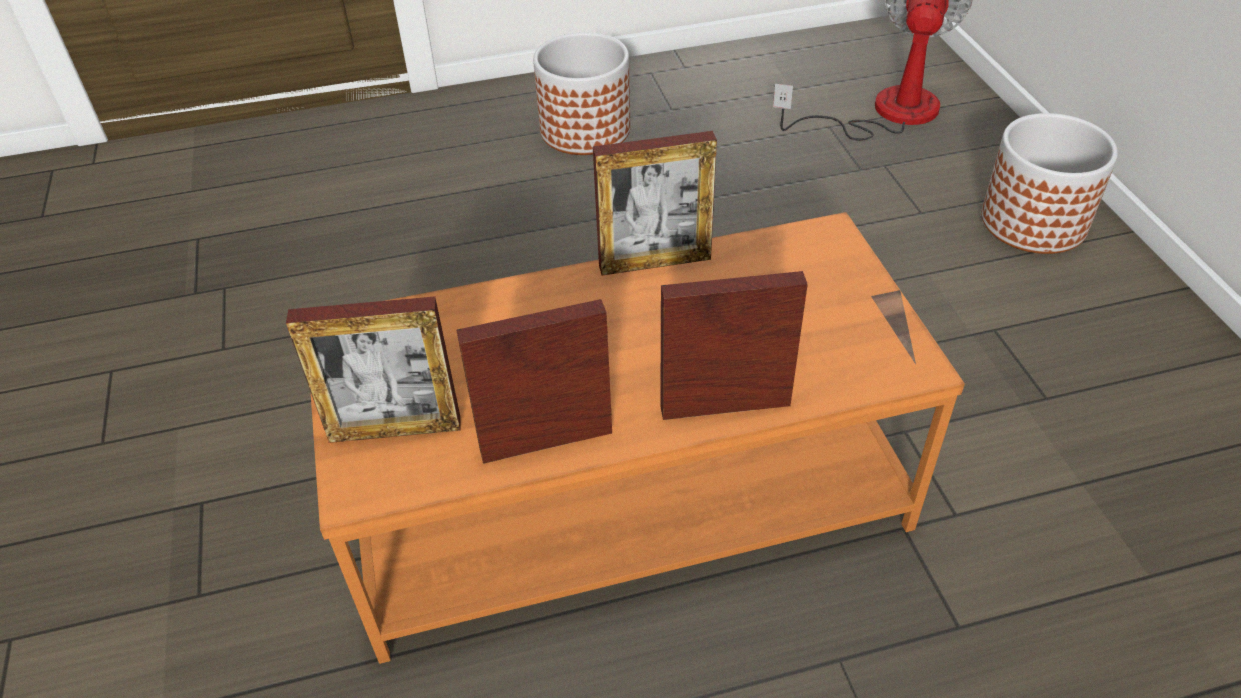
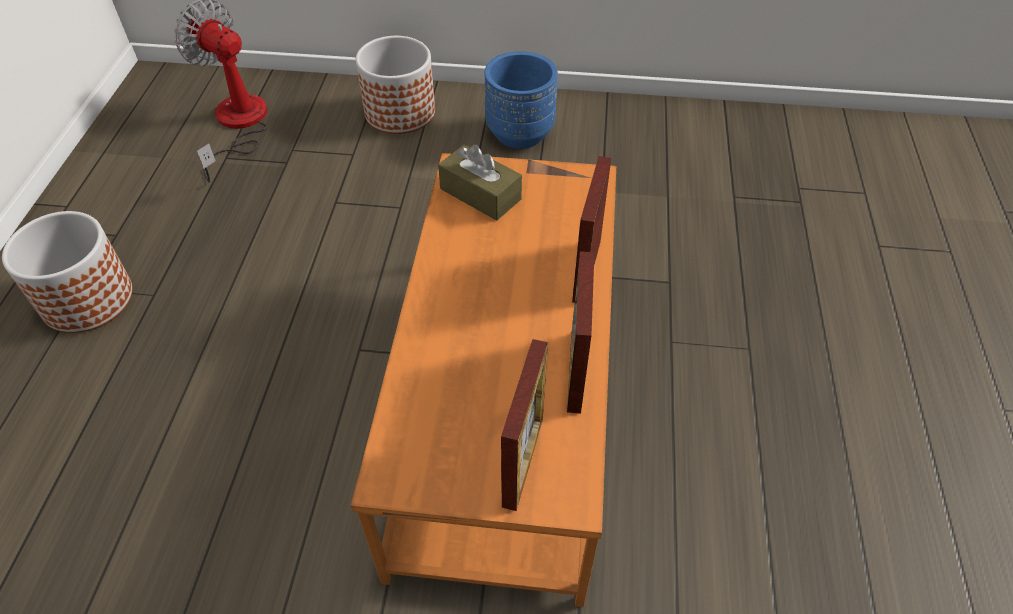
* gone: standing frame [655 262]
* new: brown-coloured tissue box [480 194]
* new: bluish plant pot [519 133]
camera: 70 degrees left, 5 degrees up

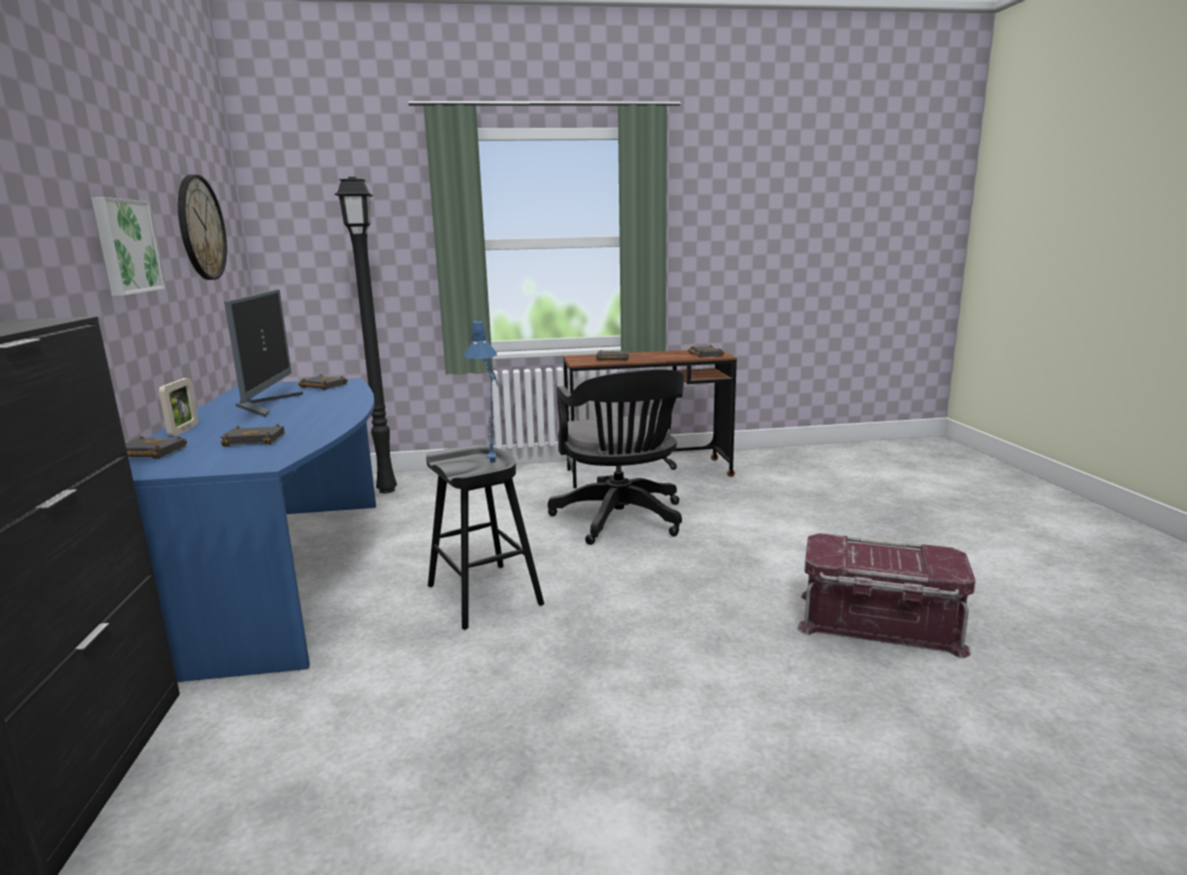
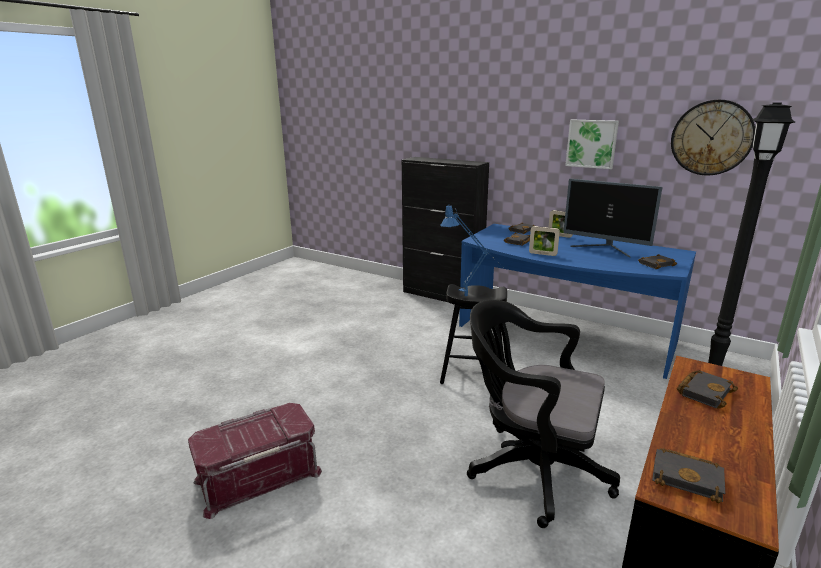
* new: standing frame [542 254]
camera: 130 degrees right, 5 degrees up

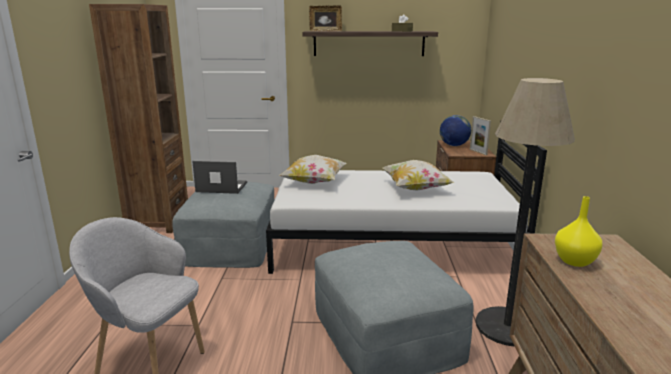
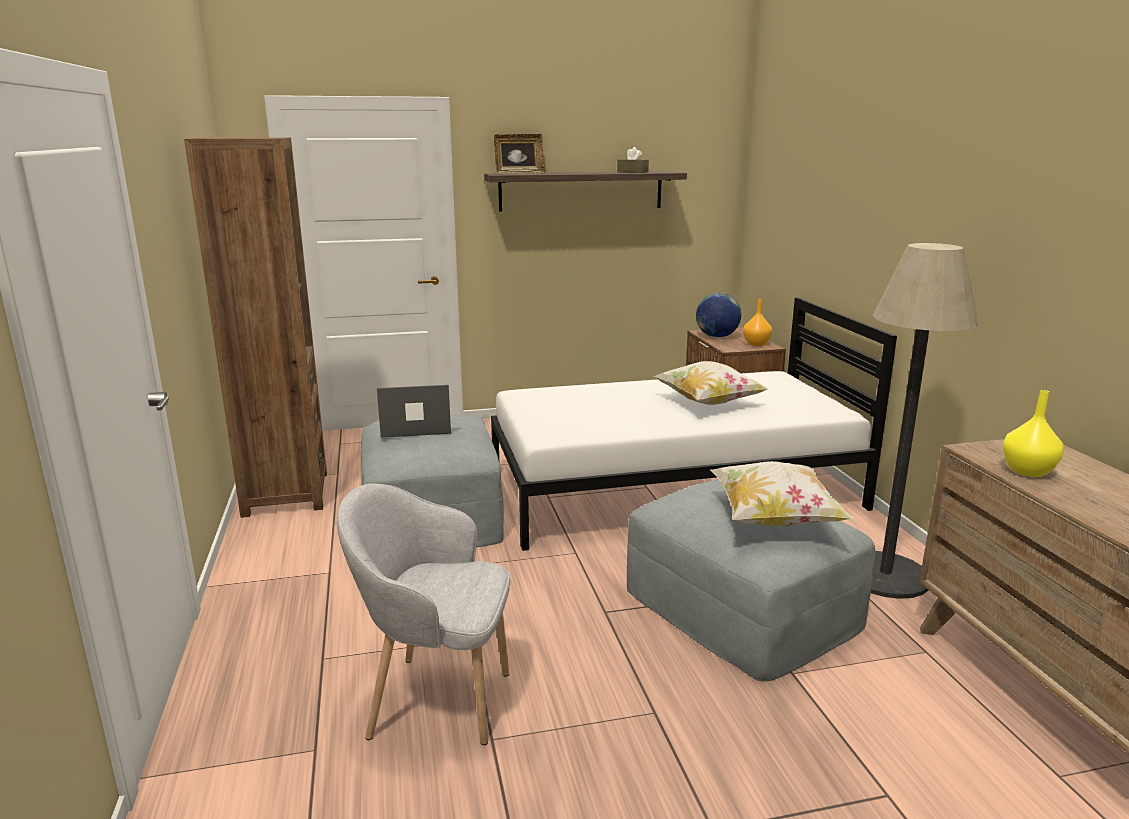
* shifted: throw pillow [314 182] to [774 519]
* swapped: standing frame [478 152] to orange decorative vase [757 344]
camera: 15 degrees left, 0 degrees up

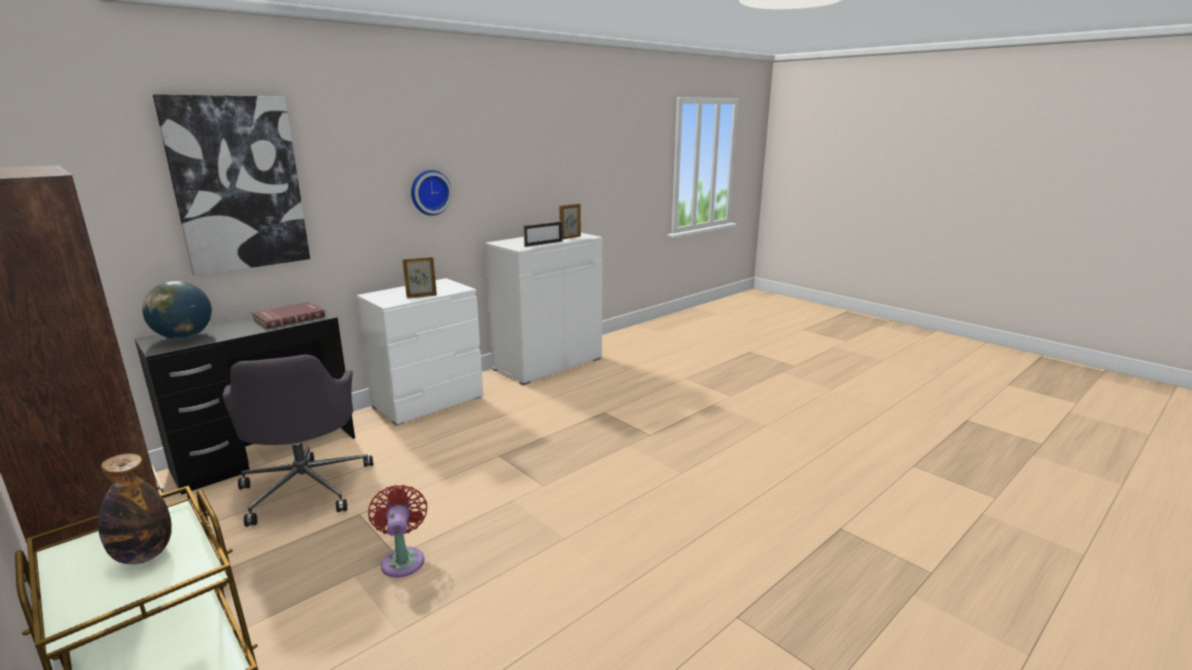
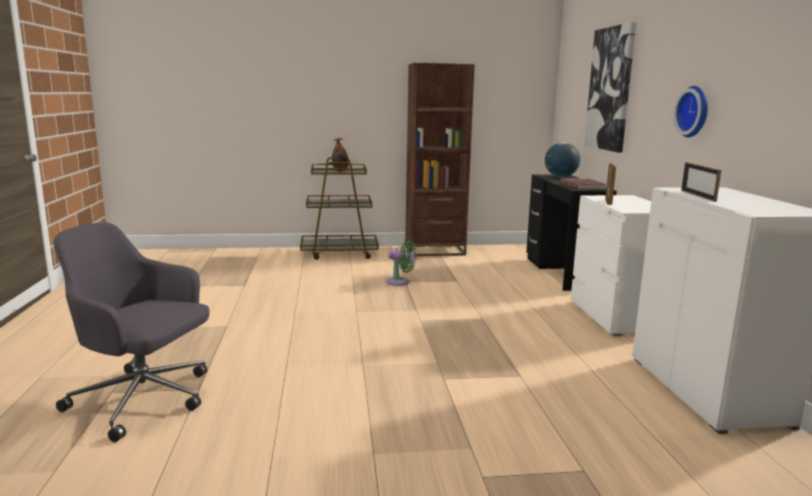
* gone: standing frame [570 237]
* shifted: gray computer chair [306 487] to [144 400]
* repainted: red-coloured electric fan [403 559] to greenish electric fan [400 282]
camera: 125 degrees right, 5 degrees down

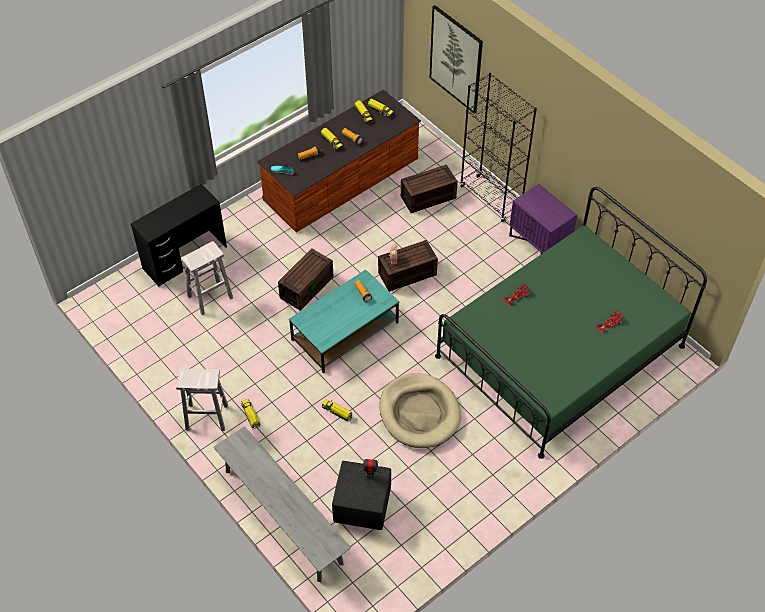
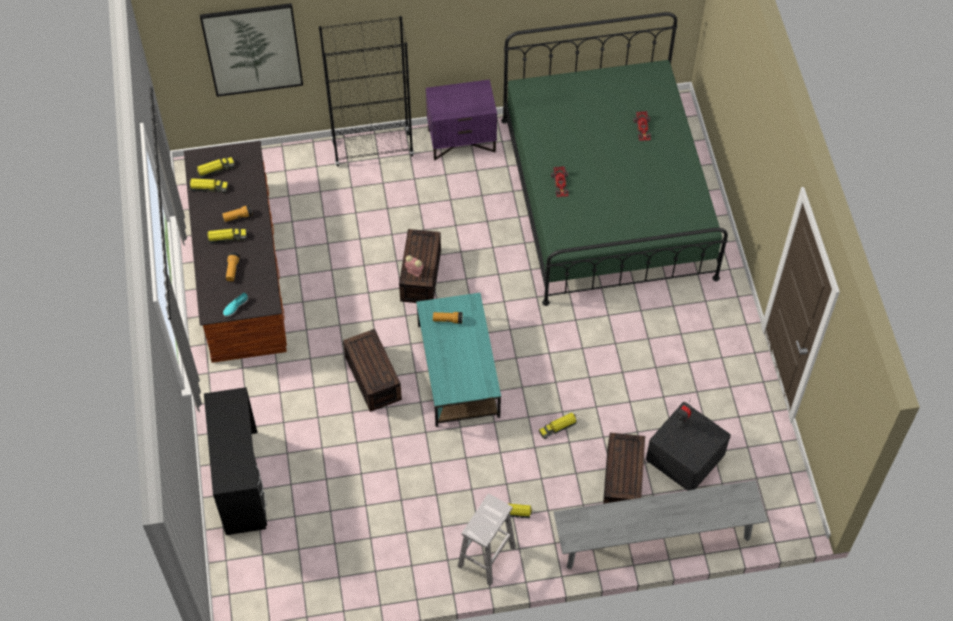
* gone: white-coloured stool [209 298]
* gone: sand-coloured dog cushion [419 413]
* shifted: brown-coloured storage bin [428 198] to [623 482]
camera: 60 degrees left, 5 degrees up

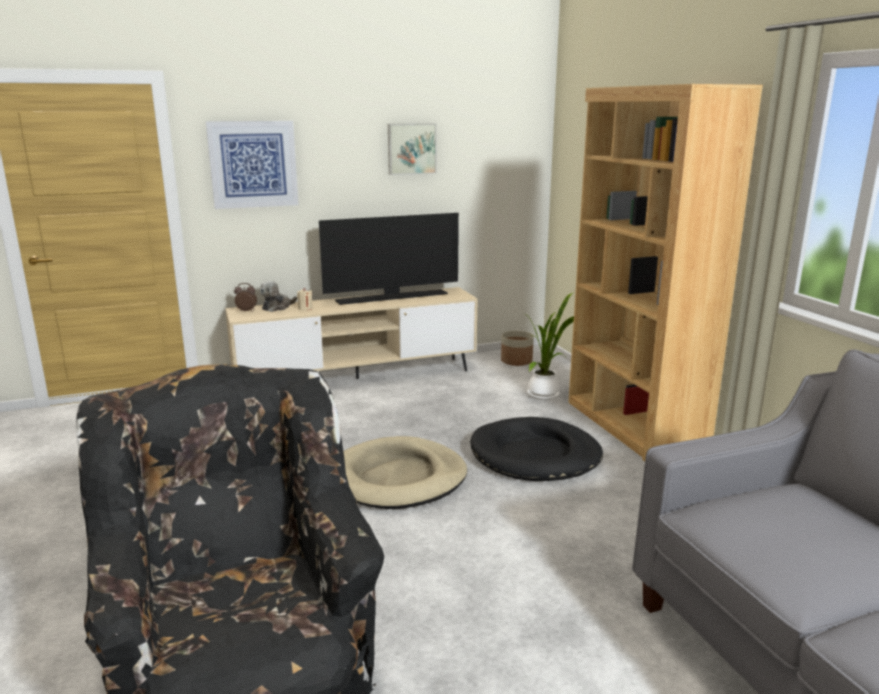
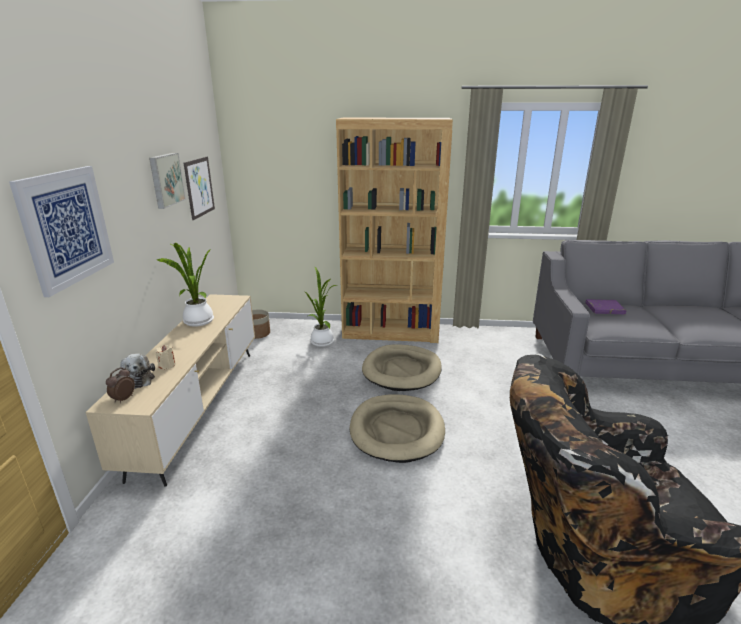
* new: wall art [199 187]
* new: purple-coloured bound book [604 309]
* swapped: television [392 297] to houseplant [197 322]
* repainted: black dog cushion [535 455] to sand-coloured dog cushion [402 370]
camera: 65 degrees left, 5 degrees up

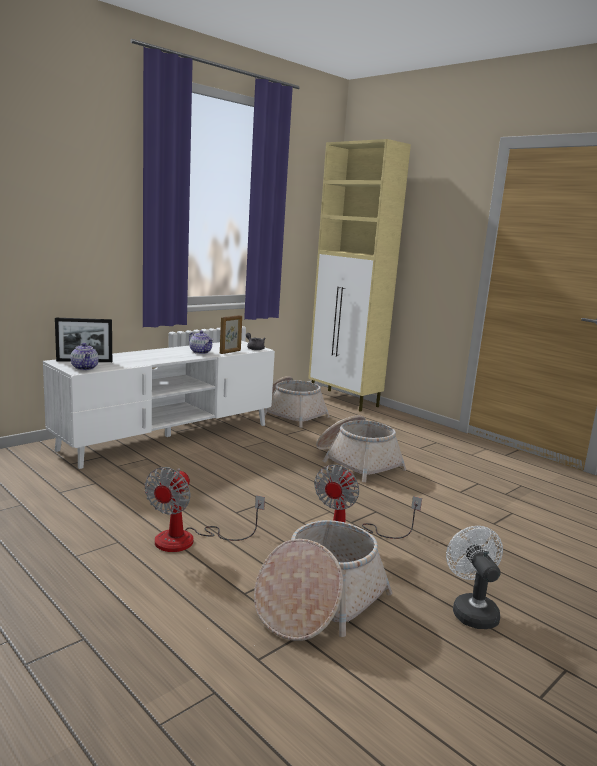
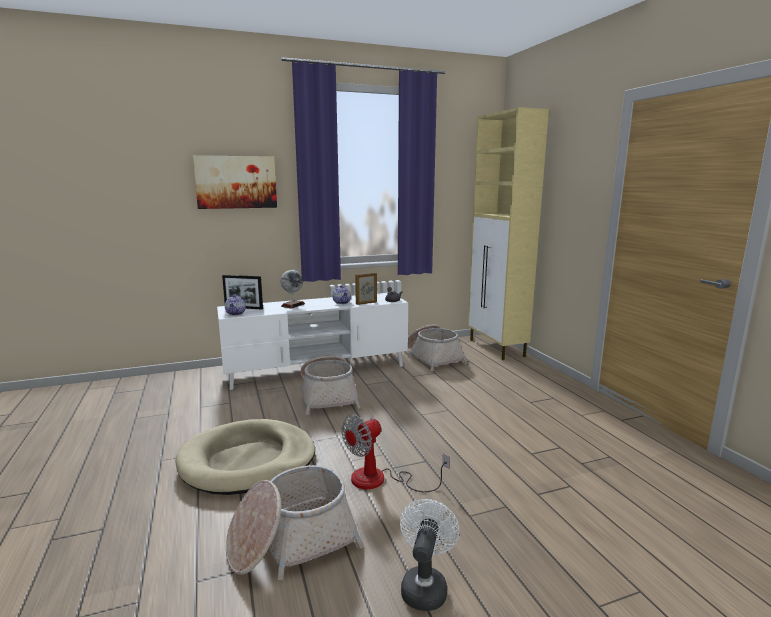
* new: wall art [236 182]
* new: world globe [293 305]
* shifted: basket [356 462] to [328 396]
* swapped: electric fan [189 540] to sand-coloured dog cushion [248 461]
camera: 25 degrees right, 0 degrees up

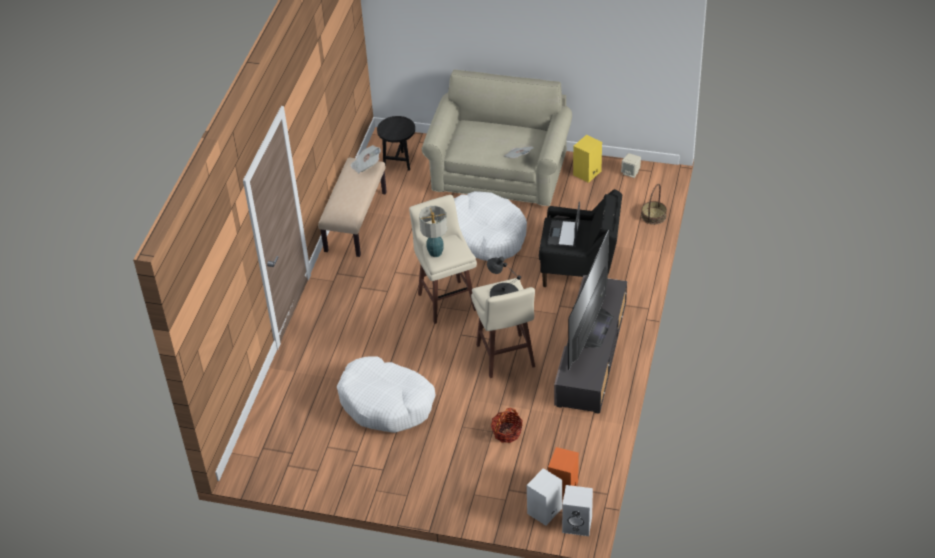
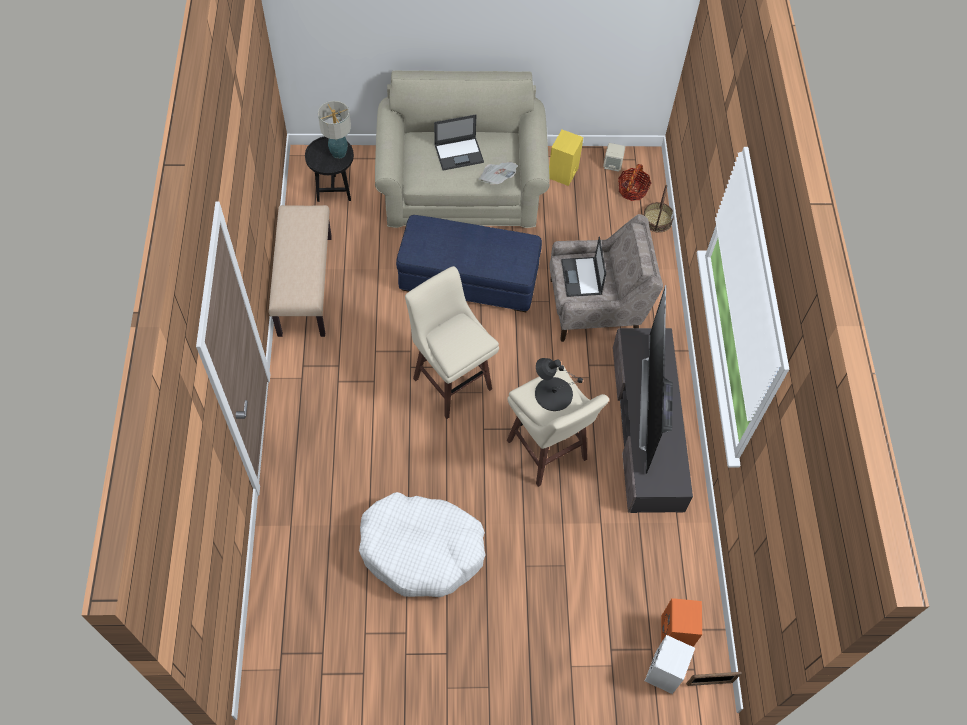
* gone: daily paper [366 165]
* new: notebook computer [459 153]
* shifted: lamp for a table [435 252] to [339 152]
* shifted: basket [507 432] to [632 190]
* swapped: white-coloured dog cushion [484 235] to bluish footrest [469 279]
* swapped: white-coloured speaker [578 524] to standing frame [709 683]
* repainted: black armchair [580 268] to sand-coloured armchair [596 307]
camera: 20 degrees left, 15 degrees up

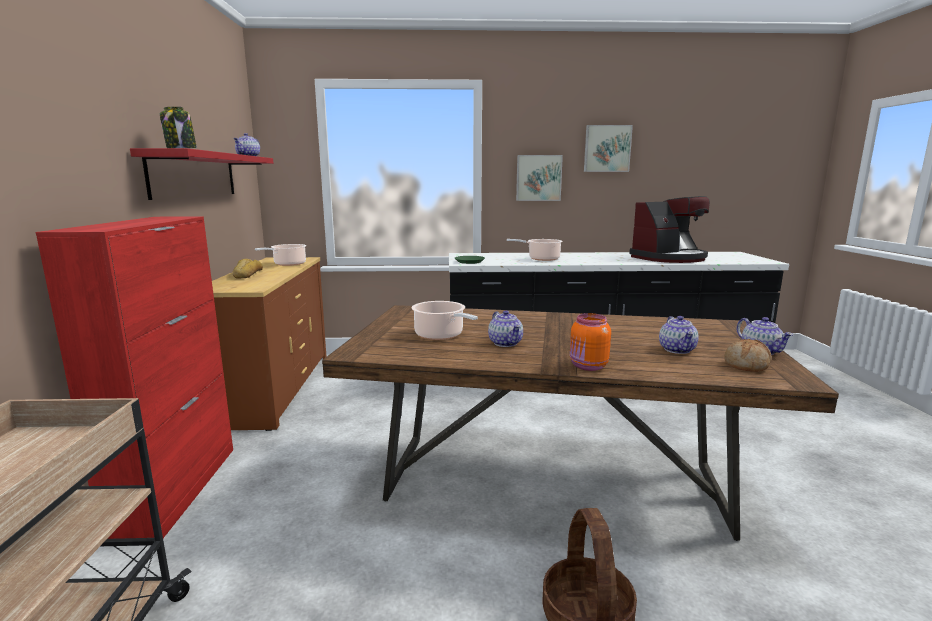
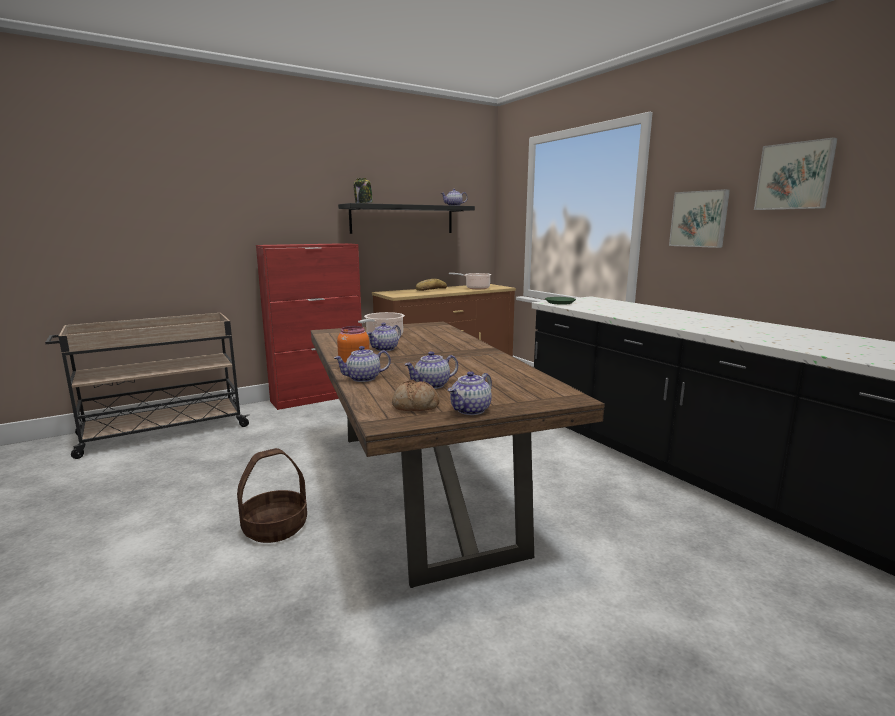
* gone: stockpot [541 259]
* gone: coffee machine [669 258]
* new: tea pot [363 379]
* repainted: red-coloured bracket shelf [194 175] to black bracket shelf [402 219]
camera: 60 degrees right, 0 degrees up

